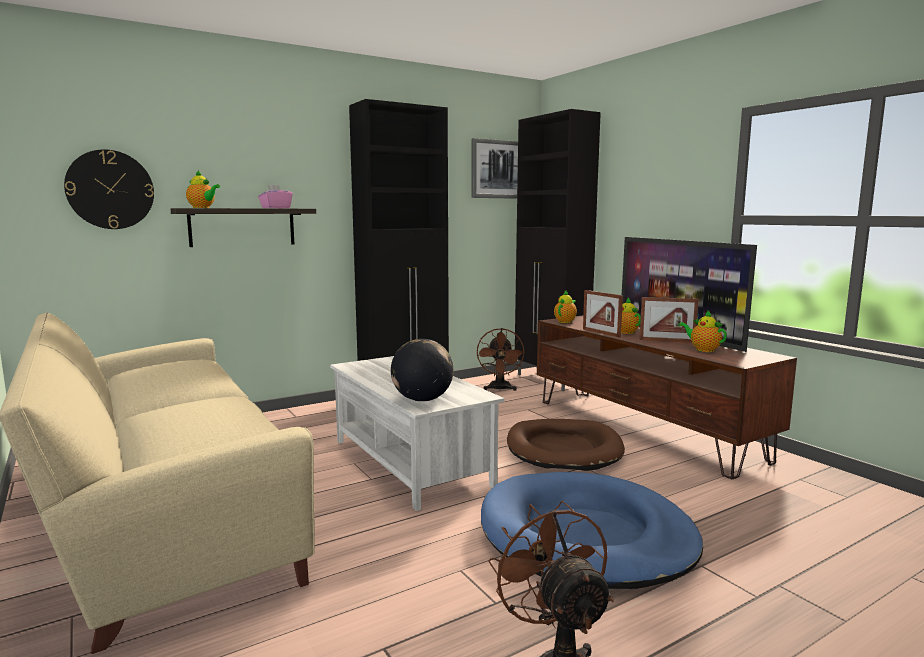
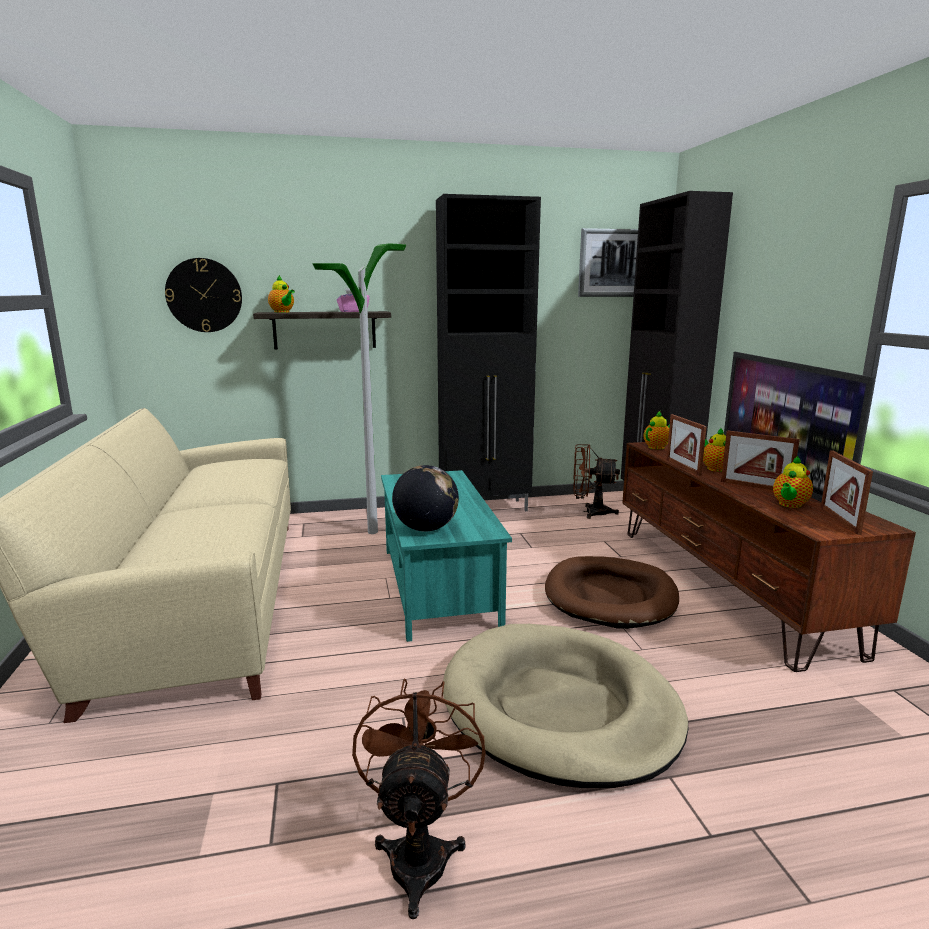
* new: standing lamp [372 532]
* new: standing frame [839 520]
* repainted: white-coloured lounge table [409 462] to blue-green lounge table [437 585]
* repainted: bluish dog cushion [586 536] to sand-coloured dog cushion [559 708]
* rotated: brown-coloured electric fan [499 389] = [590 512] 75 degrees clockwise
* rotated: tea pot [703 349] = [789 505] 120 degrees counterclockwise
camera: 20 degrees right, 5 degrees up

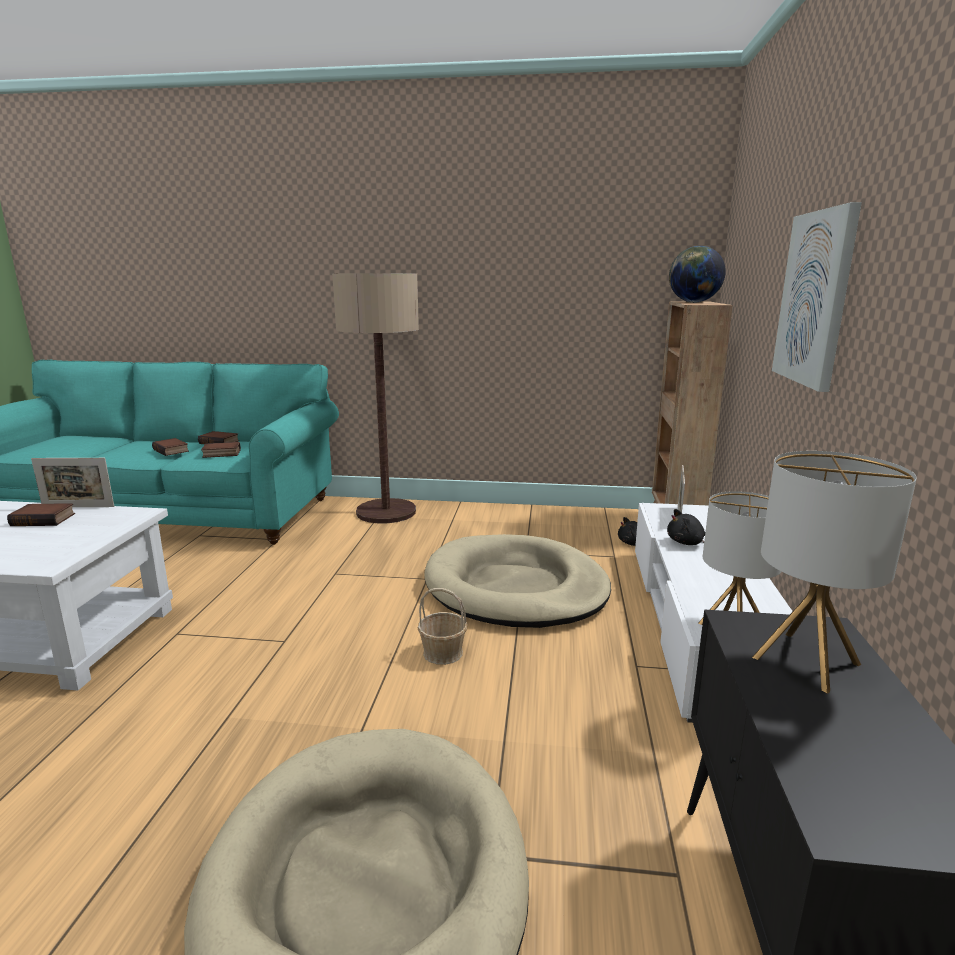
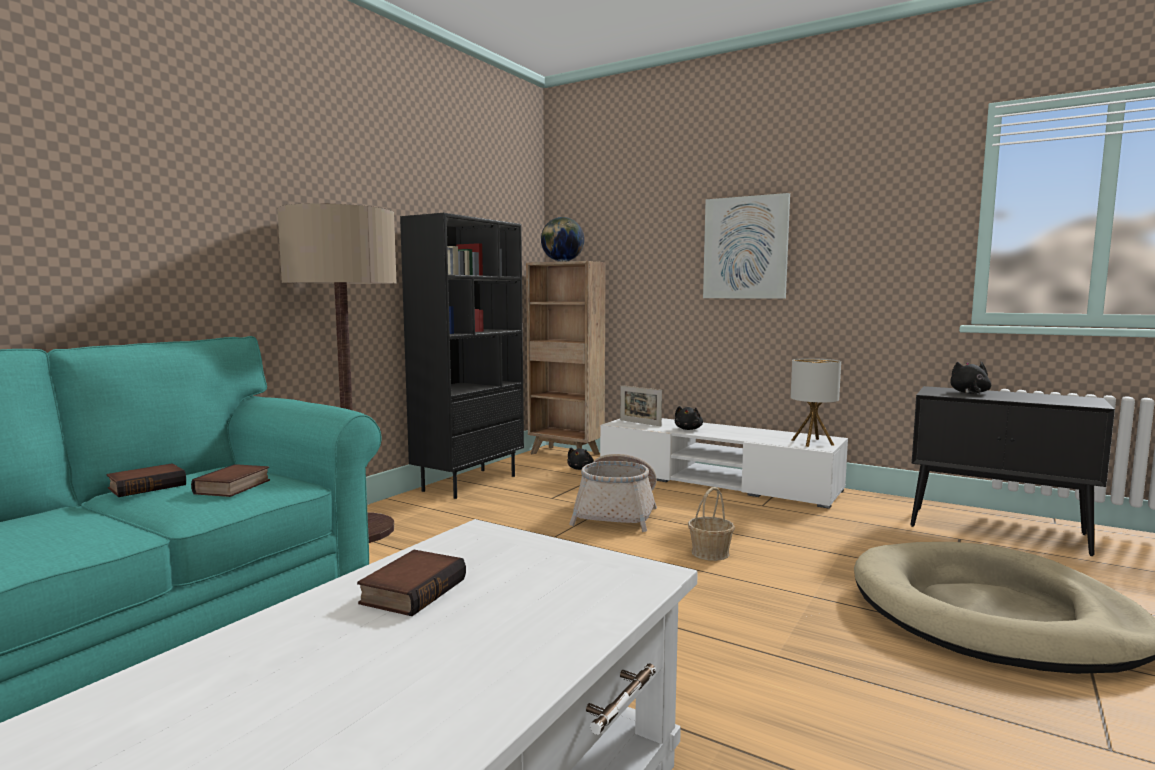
* gone: standing frame [78 507]
* gone: bound book [172 450]
* new: black shelving unit [469 483]
* swapped: sand-coloured dog cushion [515 587] to basket [617 513]
* swapped: lamp for a table [805 660] to black soft toy [969 393]
camera: 65 degrees left, 10 degrees down

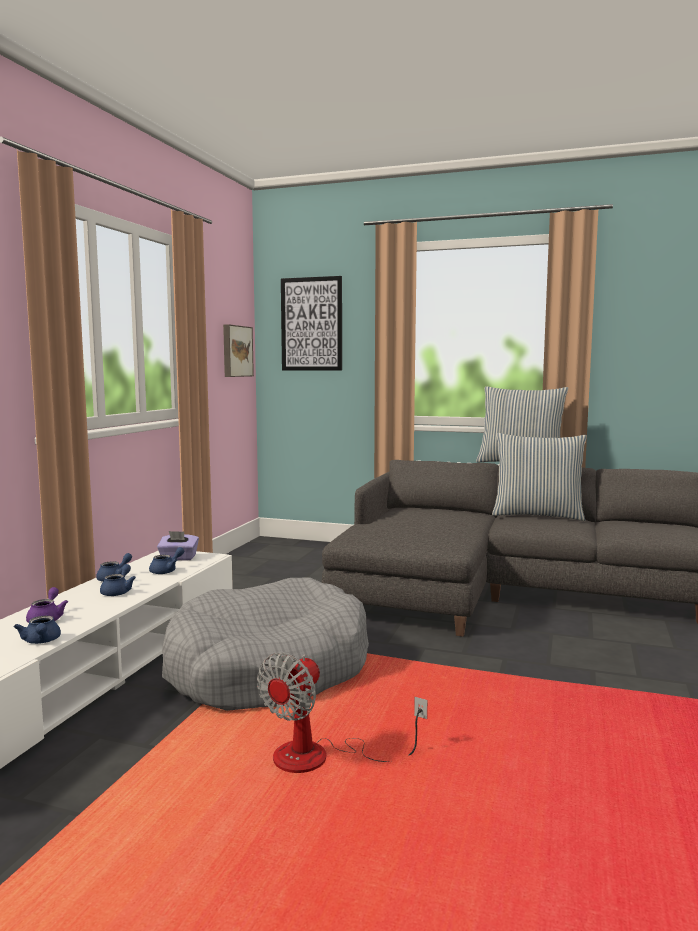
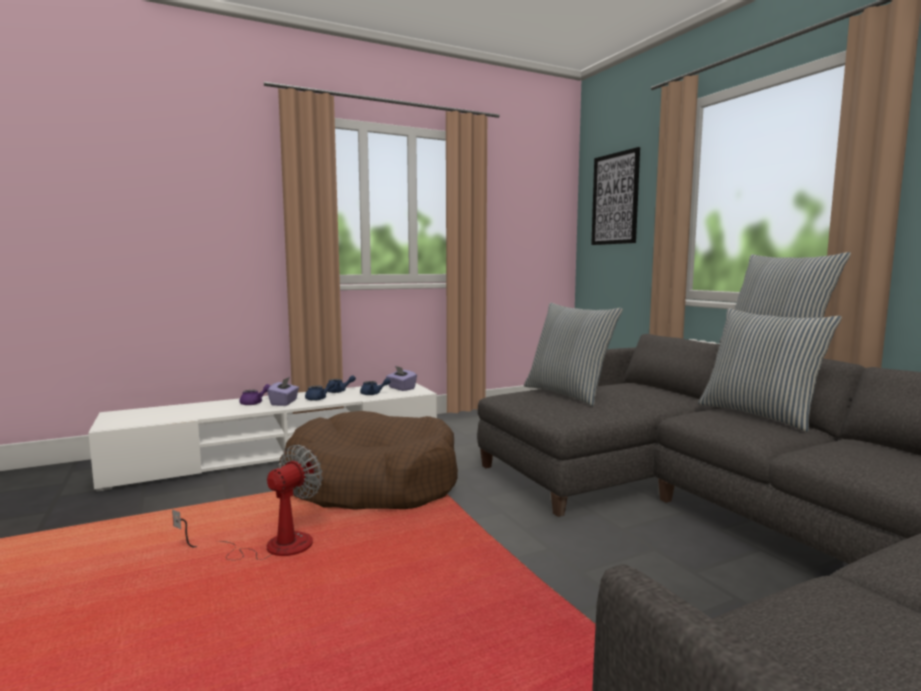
* gone: bluish tea pot [41 641]
* gone: wall art [236 351]
* new: purple-coloured tissue box [284 402]
* new: throw pillow [568 394]
* repainted: gray dog cushion [268 669] to brown-coloured dog cushion [372 483]
* rotated: electric fan [321 758] = [271 547] 135 degrees clockwise
camera: 45 degrees right, 0 degrees up

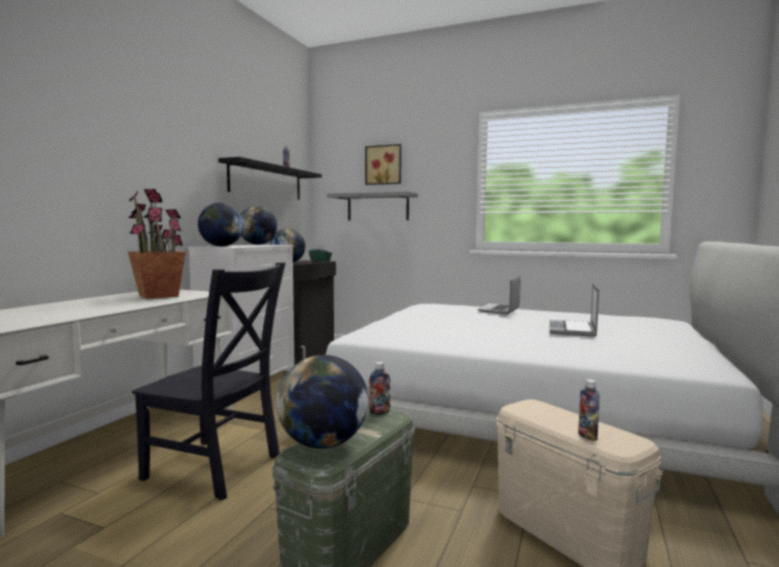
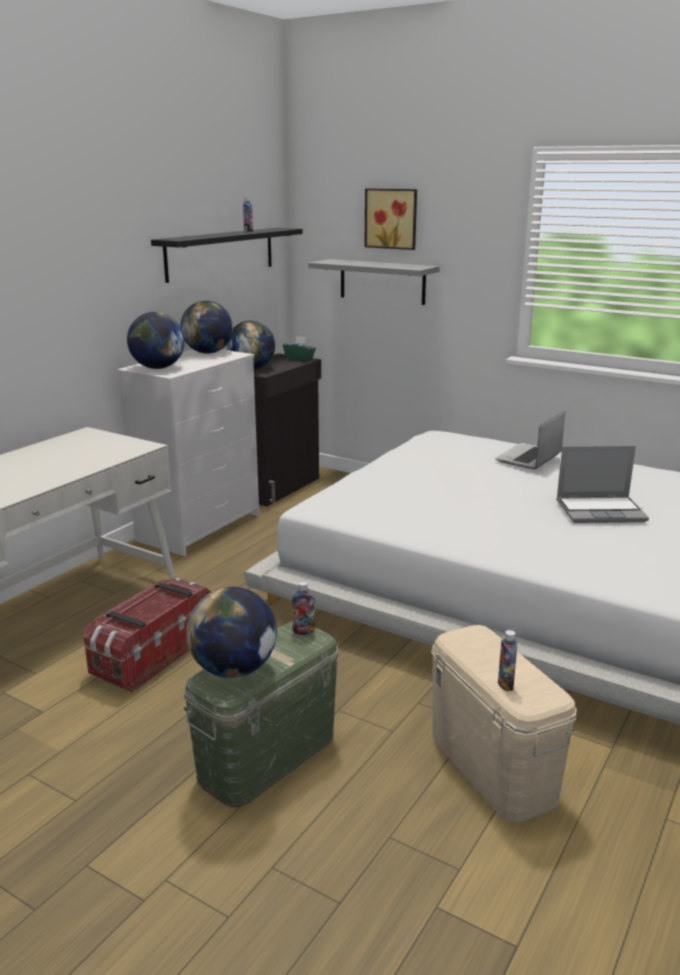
* gone: houseplant [159 296]
* swapped: black plain chair [217 469] to storage bin [151 655]
* rotated: notebook computer [573 330] = [601 511] 120 degrees counterclockwise
camera: 10 degrees right, 15 degrees up

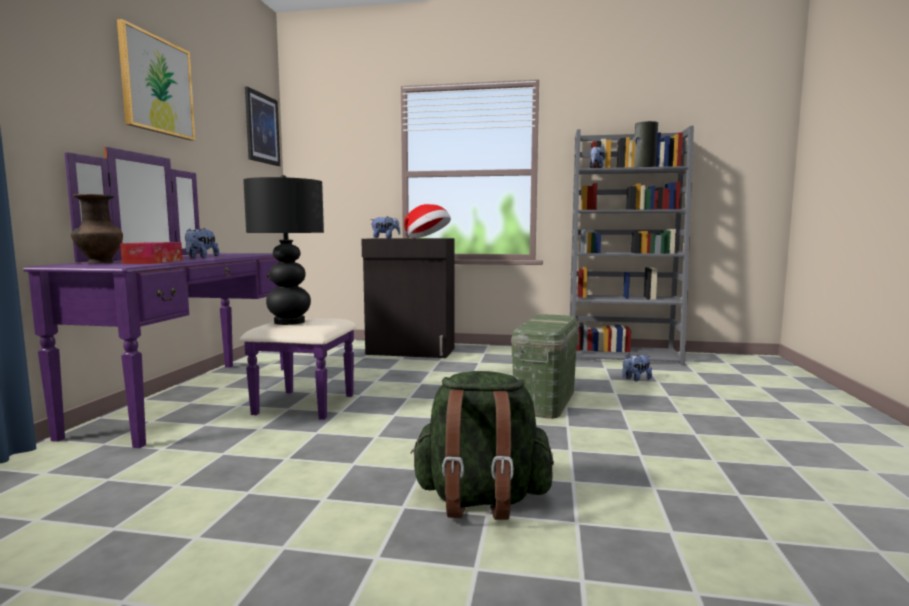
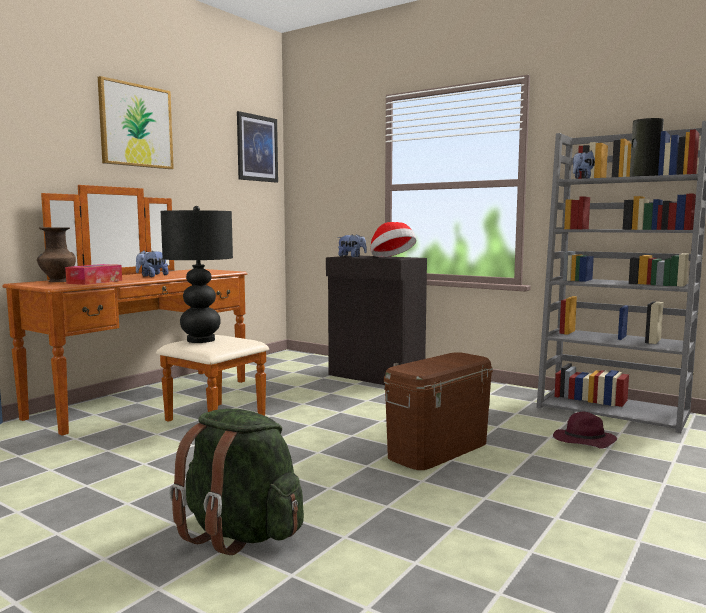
* swapped: soft toy [635 379] to purple-coloured wearable hat [583 441]
* repainted: purple-coloured dresser [219 399] to brown-coloured dresser [160 402]
* repainted: greenish storage bin [545 400] to brown-coloured storage bin [438 449]
camera: 25 degrees right, 0 degrees up

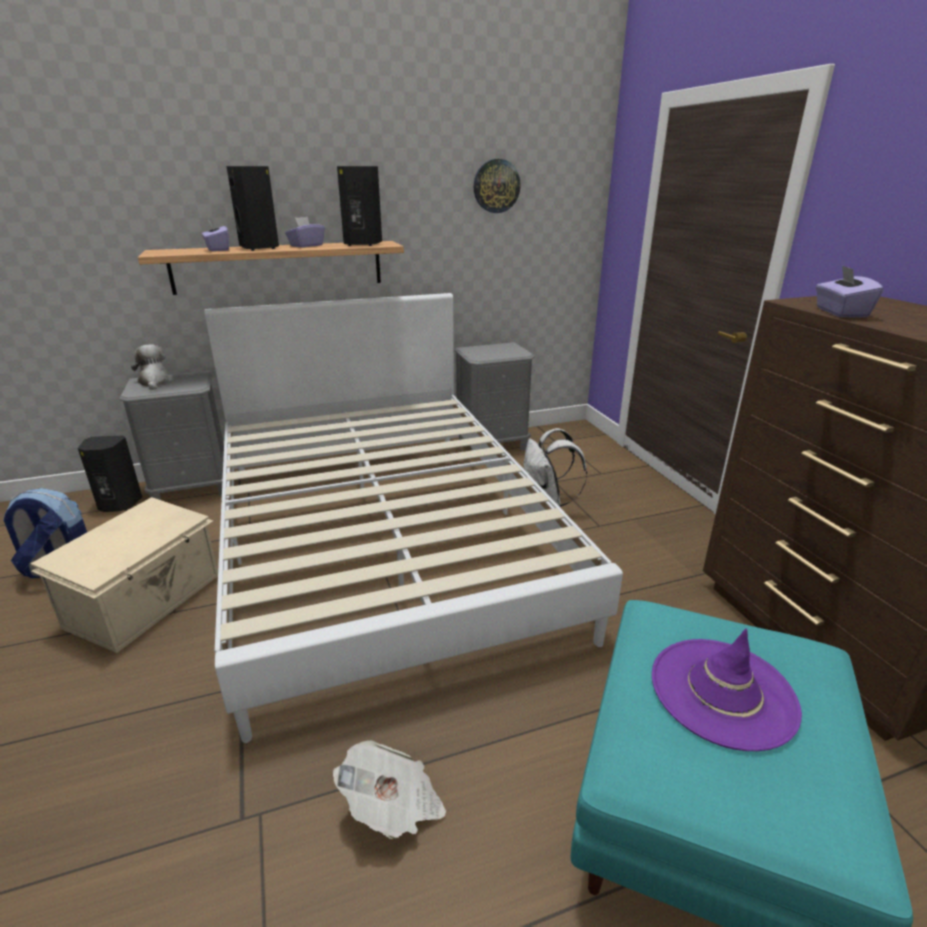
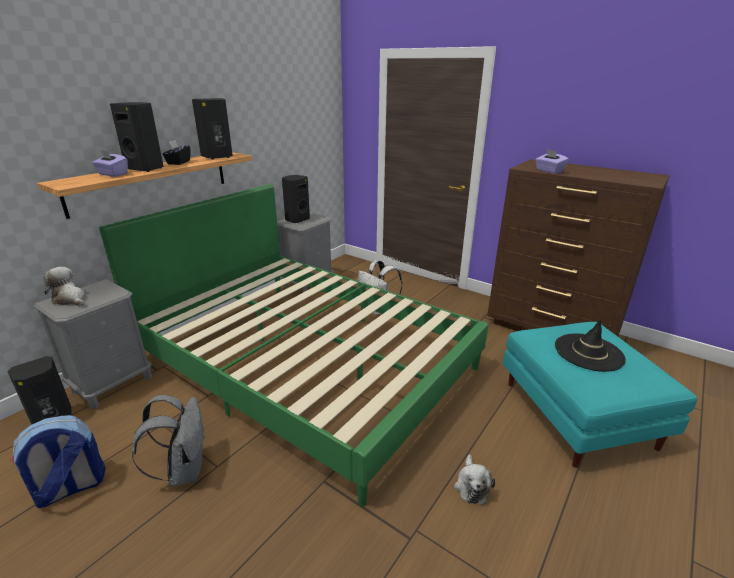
* gone: wall clock [496 186]
* new: black speaker [296 219]
* swapped: sand-coloured storage bin [147 600] to gray knapsack [184 470]
* swapped: daily paper [393 806] to soft toy [471 485]
* repainted: white-coloured bedroom bed [383 539] to greenish bedroom bed [306 362]
* repainted: purple-coloured tissue box [306 246] to black tissue box [178 162]
* repainted: purple-coloured wearable hat [722 691] to black wearable hat [588 352]
camera: 35 degrees left, 0 degrees up

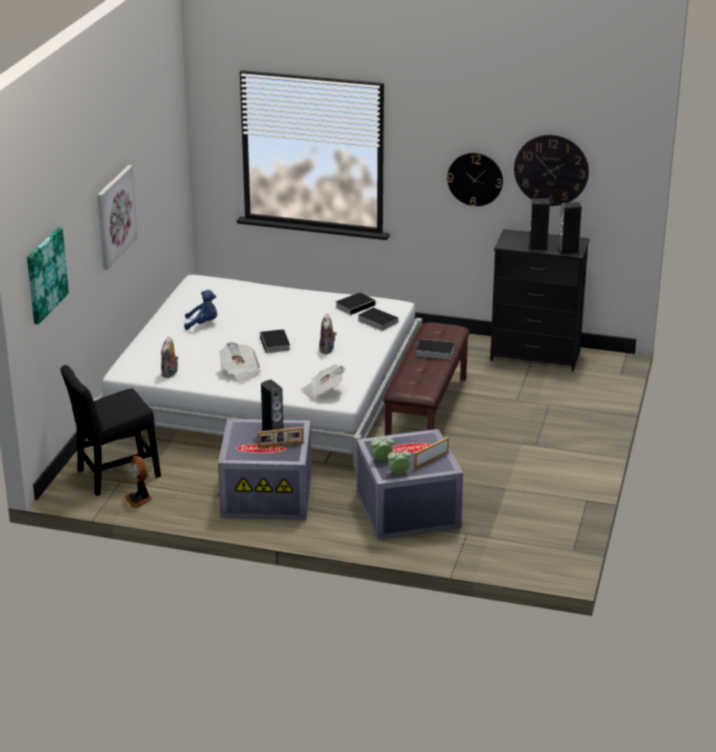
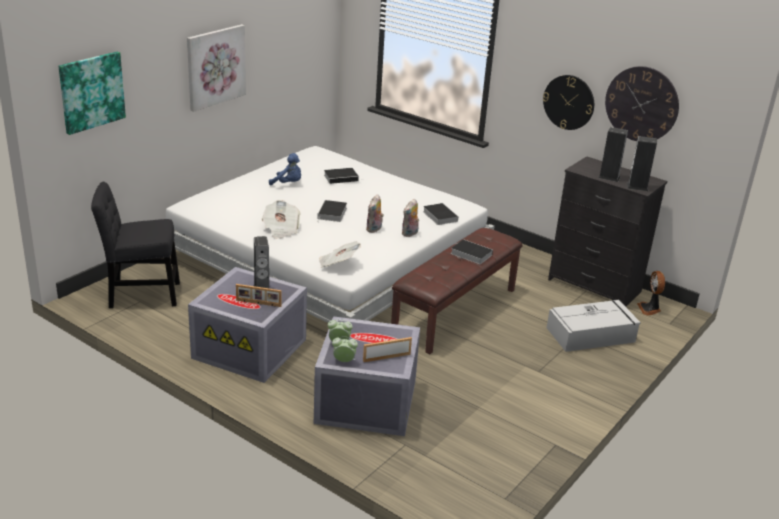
* new: gray storage bin [592 334]
* shifted: electric fan [139 499] to [649 309]
* shifted: soft toy [170 374] to [410 234]
* shifted: bound book [356 305] to [342 178]
camera: 20 degrees right, 0 degrees up

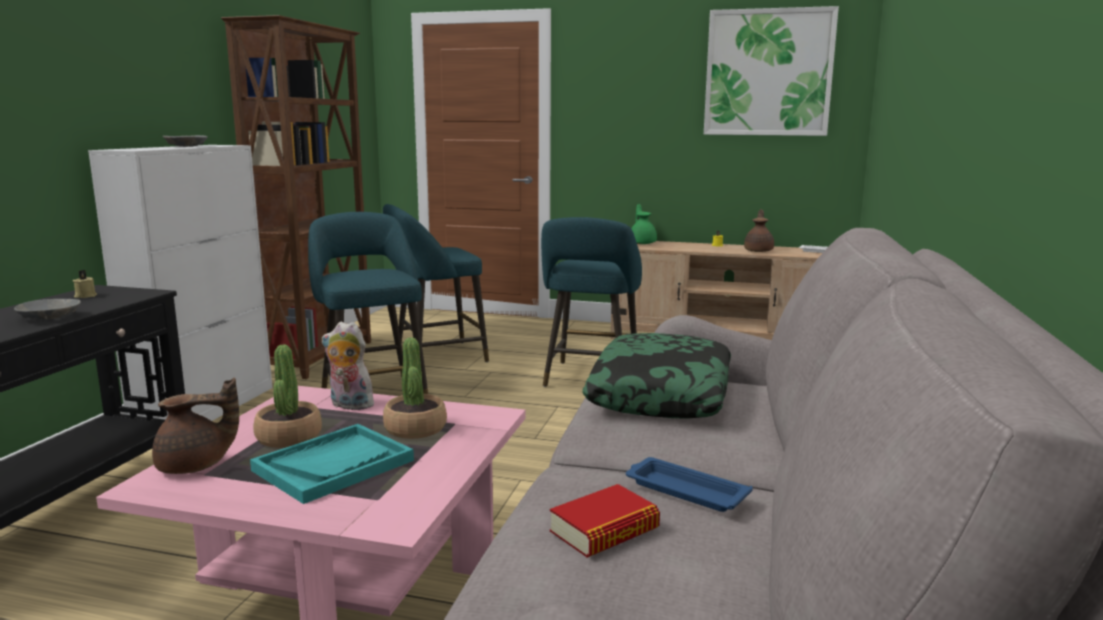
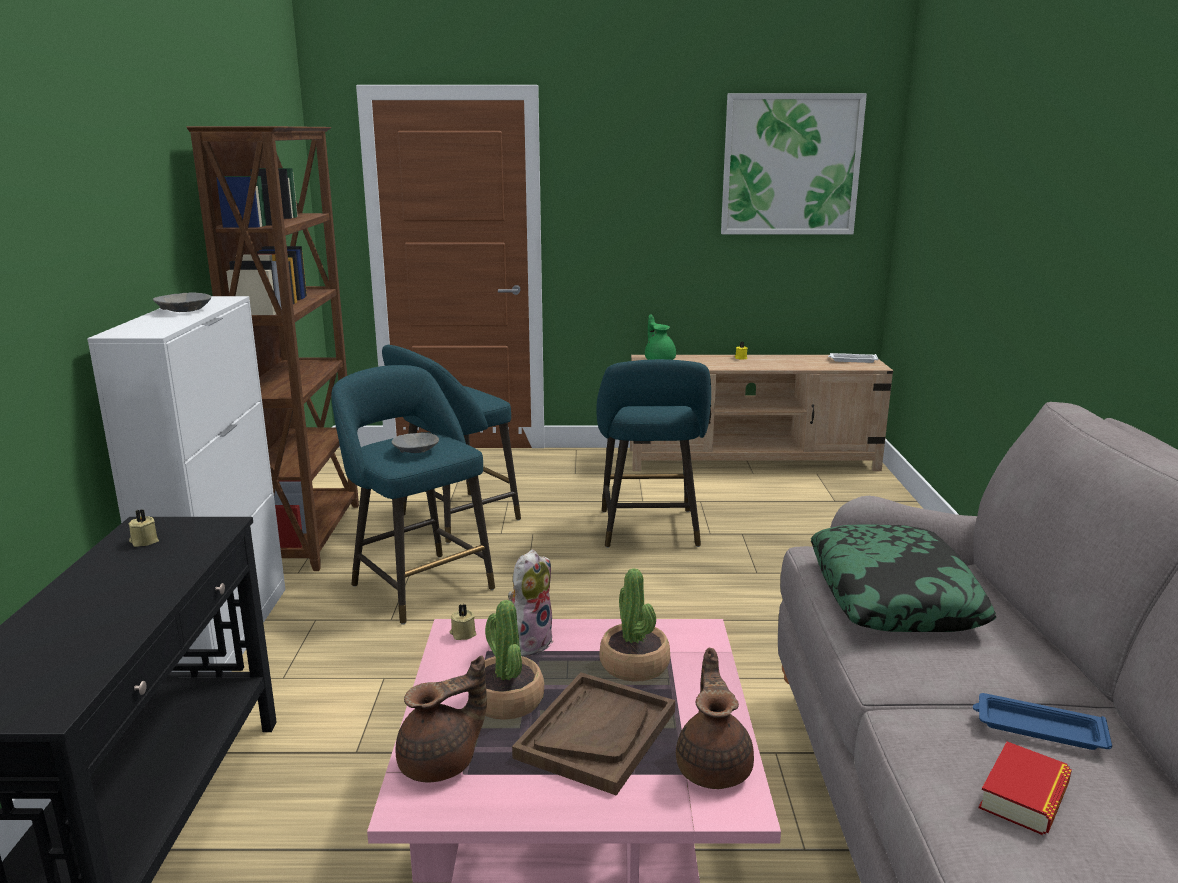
* new: sand-coloured wax candle [462 634]
* shifted: gray serving bowl [50 318] to [416 450]
* shifted: brown-coloured tea pot [759 251] to [714 766]
* repainted: blue-green tray [334 465] to brown-coloured tray [596 734]
* rotated: soft toy [349 405] = [529 642] 120 degrees clockwise
camera: 15 degrees left, 5 degrees up

